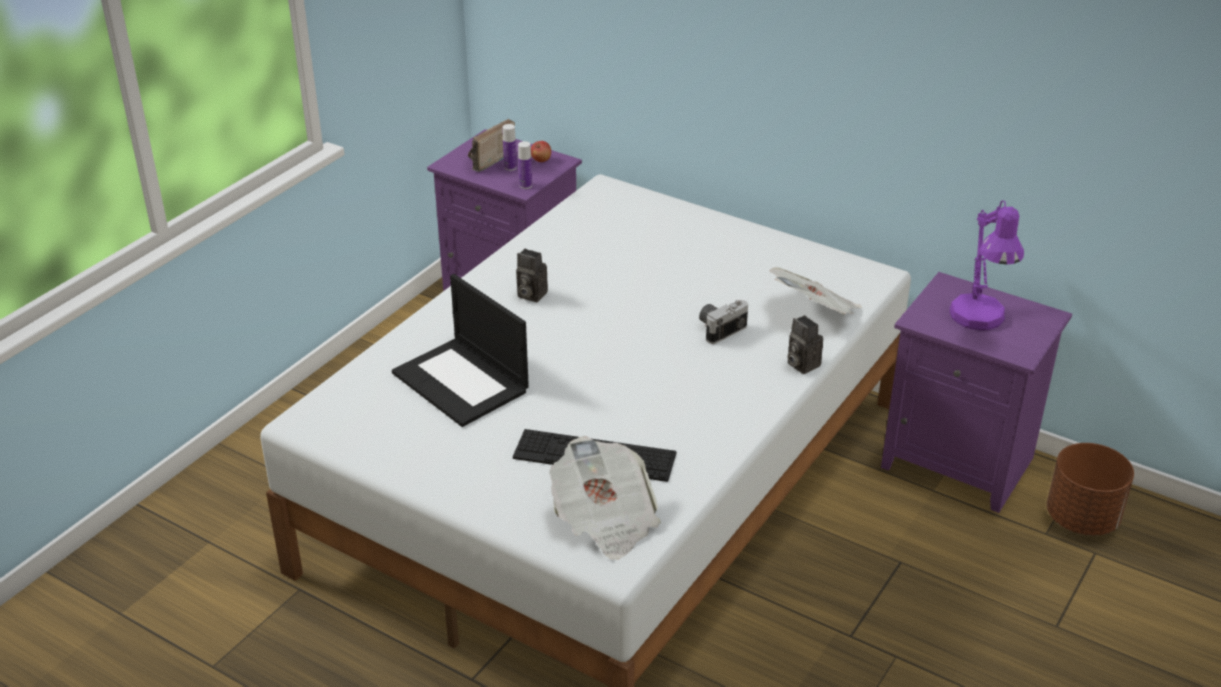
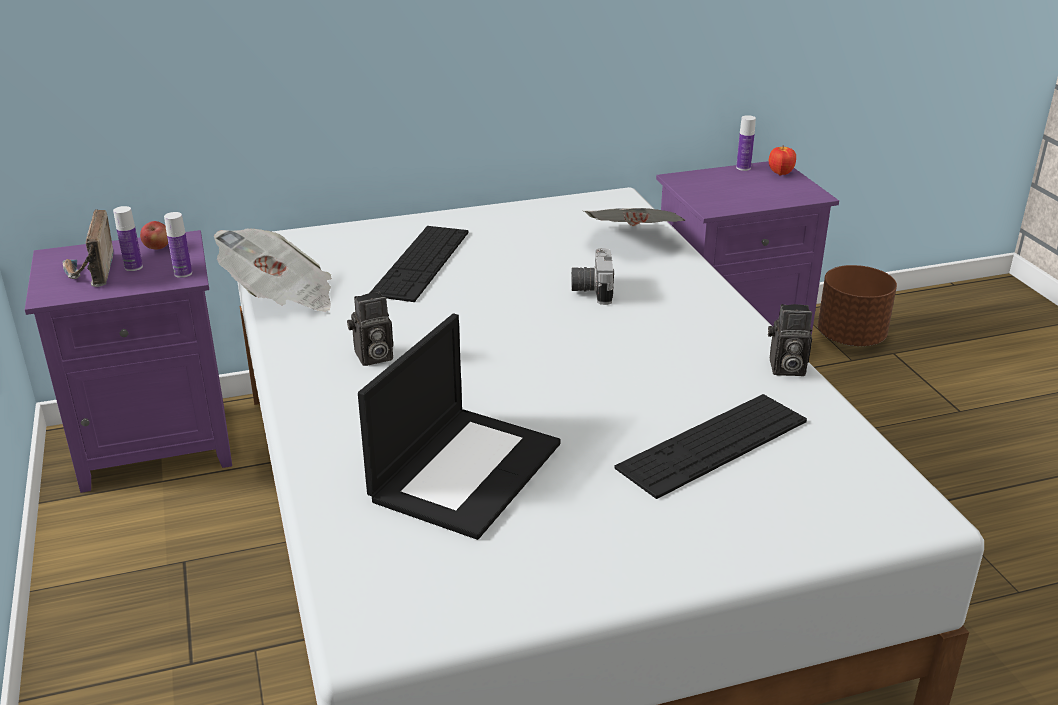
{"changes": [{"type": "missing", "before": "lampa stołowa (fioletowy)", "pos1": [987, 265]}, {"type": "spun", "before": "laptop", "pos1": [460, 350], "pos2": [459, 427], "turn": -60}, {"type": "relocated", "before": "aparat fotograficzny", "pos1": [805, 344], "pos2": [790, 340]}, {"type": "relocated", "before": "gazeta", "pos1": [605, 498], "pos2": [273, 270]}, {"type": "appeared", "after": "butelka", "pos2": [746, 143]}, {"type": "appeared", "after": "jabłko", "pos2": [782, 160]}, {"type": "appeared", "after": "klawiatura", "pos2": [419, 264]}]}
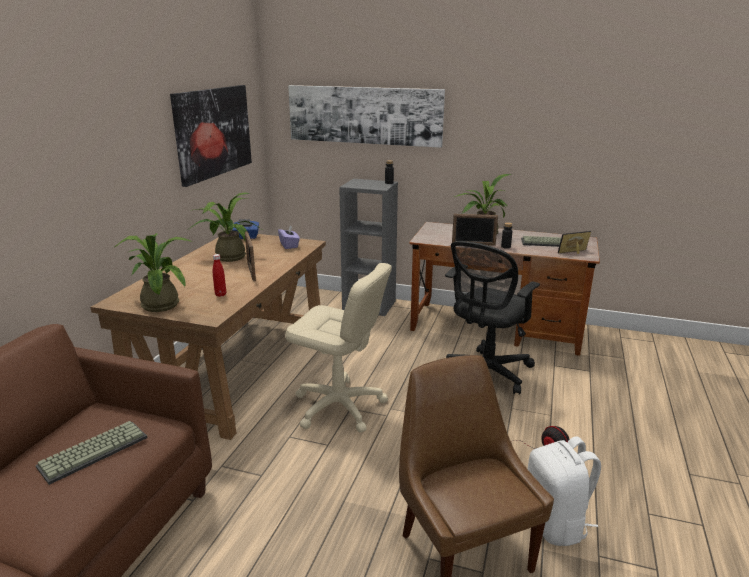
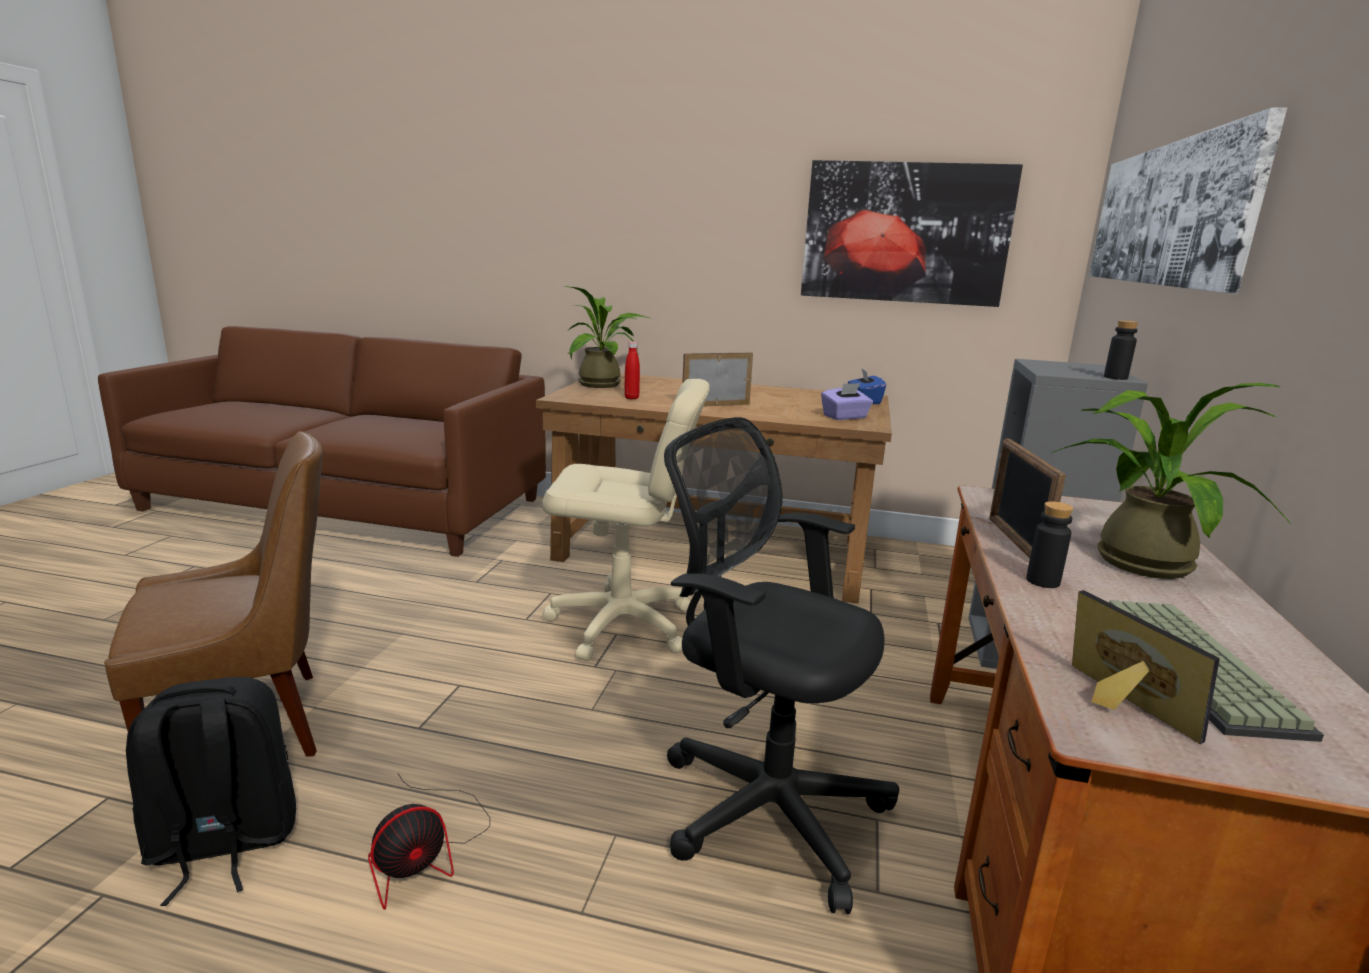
{"changes": [{"type": "missing", "before": "roślina doniczkowa", "pos1": [226, 227]}, {"type": "spun", "before": "krzesło biurowe (beżowy)", "pos1": [338, 347], "pos2": [625, 520], "turn": -105}, {"type": "missing", "before": "klawiatura", "pos1": [92, 453]}, {"type": "colour", "before": "plecak (biały)", "after": "plecak (czarny)", "pos1": [564, 491], "pos2": [211, 791]}]}
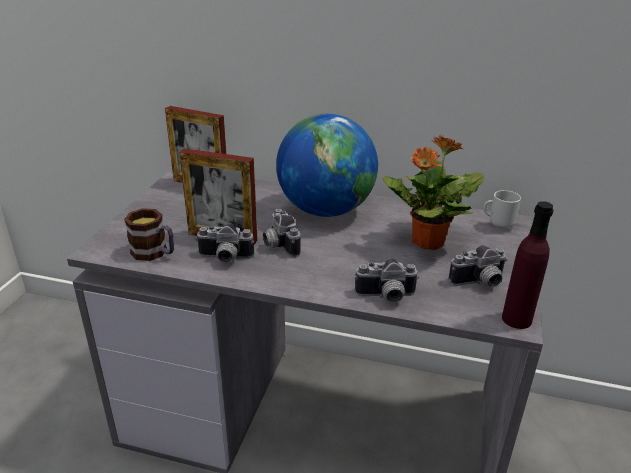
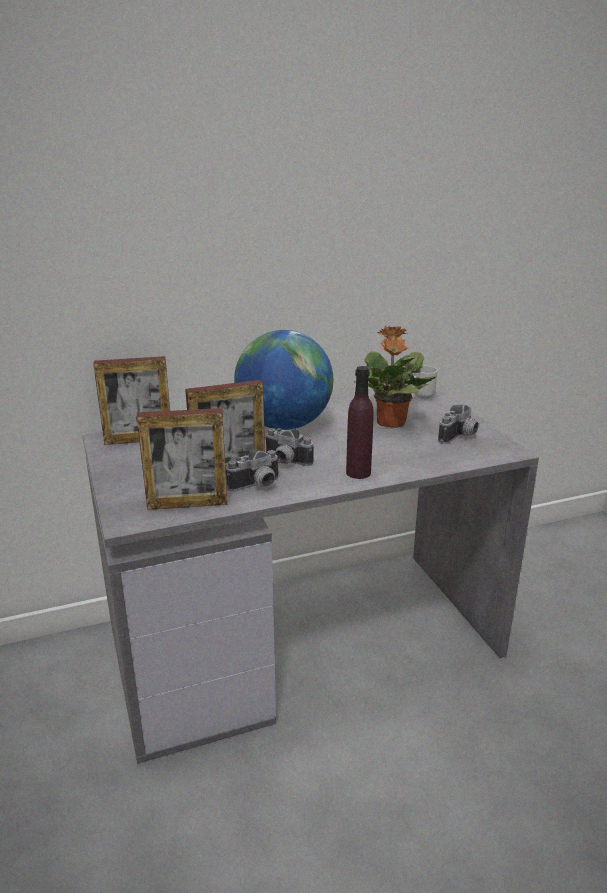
{"changes": [{"type": "relocated", "before": "butelka (fioletowy)", "pos1": [528, 265], "pos2": [360, 422]}, {"type": "exchanged", "before": "kubek", "after": "ramka na zdjęcie", "pos1": [149, 234], "pos2": [182, 459]}, {"type": "missing", "before": "aparat fotograficzny", "pos1": [387, 280]}]}
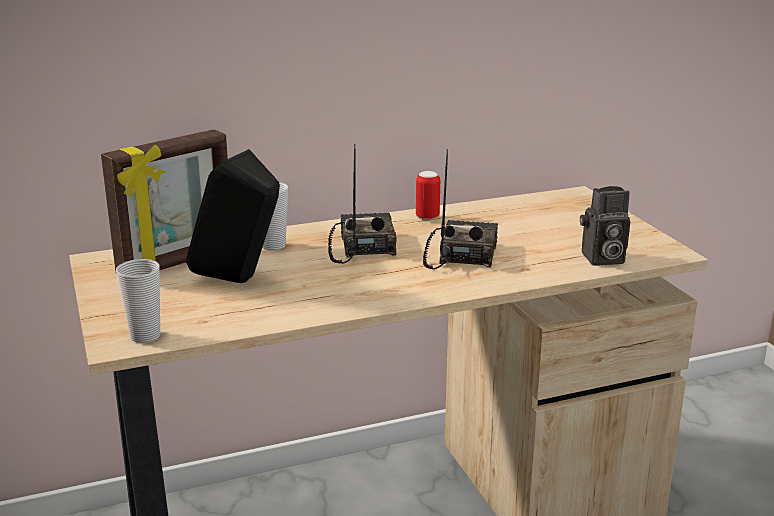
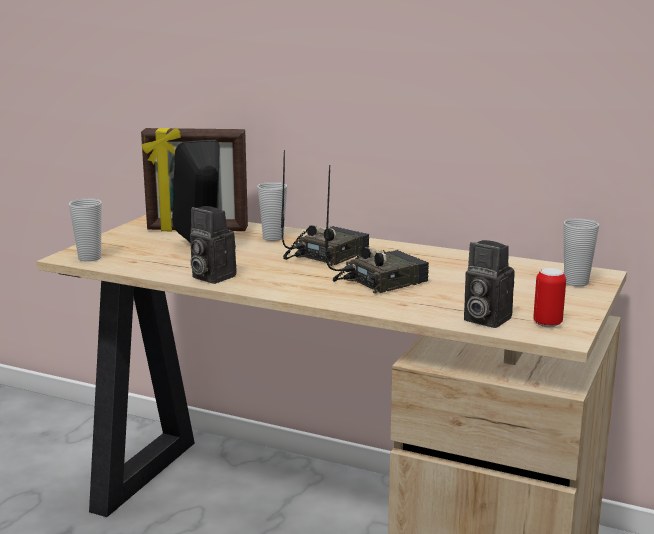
{"changes": [{"type": "relocated", "before": "puszka", "pos1": [428, 196], "pos2": [549, 297]}, {"type": "appeared", "after": "aparat fotograficzny", "pos2": [213, 245]}, {"type": "appeared", "after": "filiżanka", "pos2": [581, 252]}]}
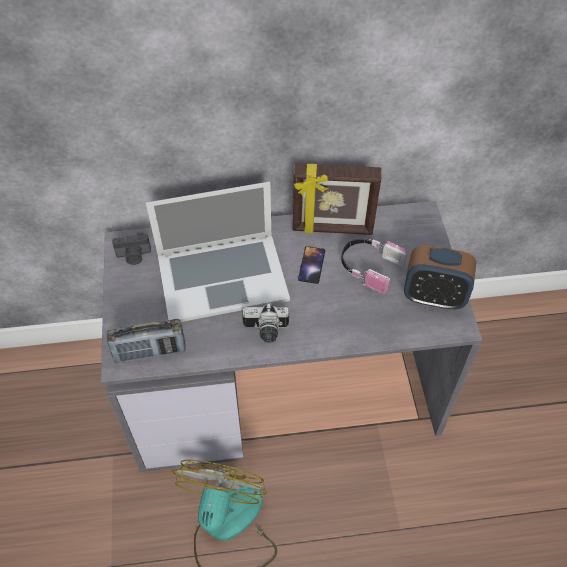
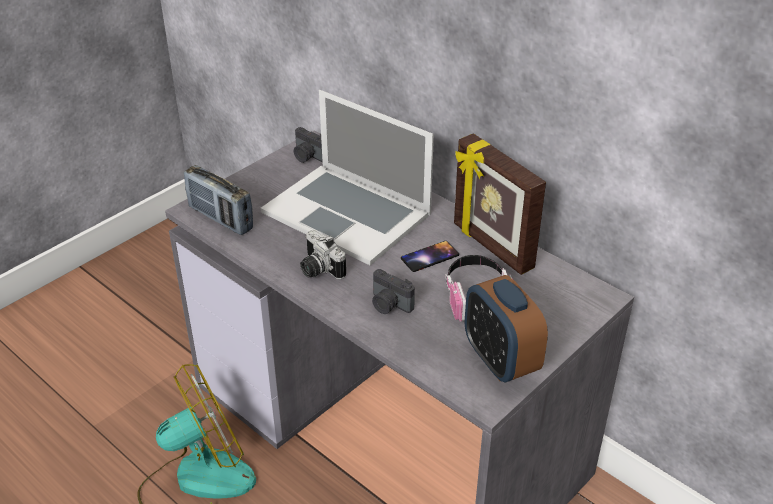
{"changes": [{"type": "appeared", "after": "aparat fotograficzny", "pos2": [393, 291]}]}
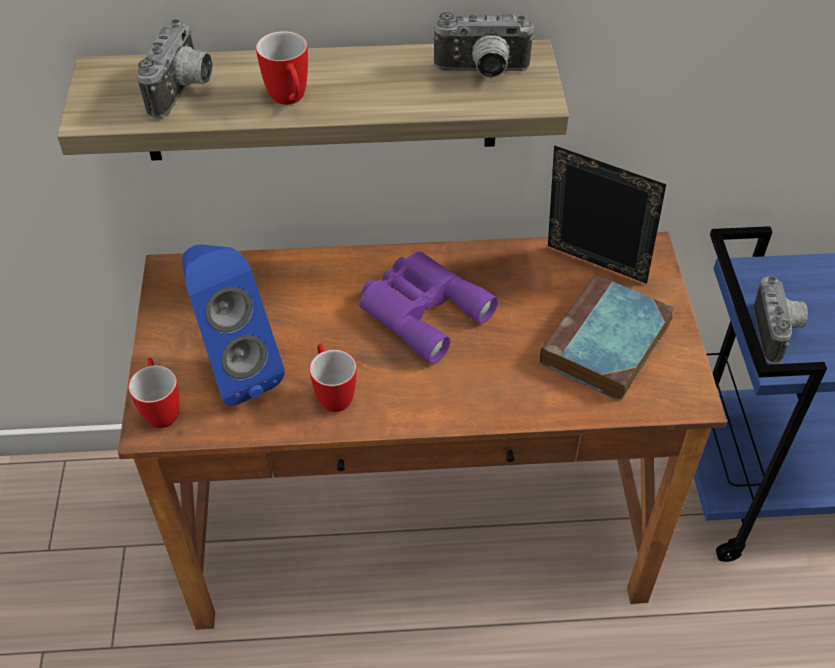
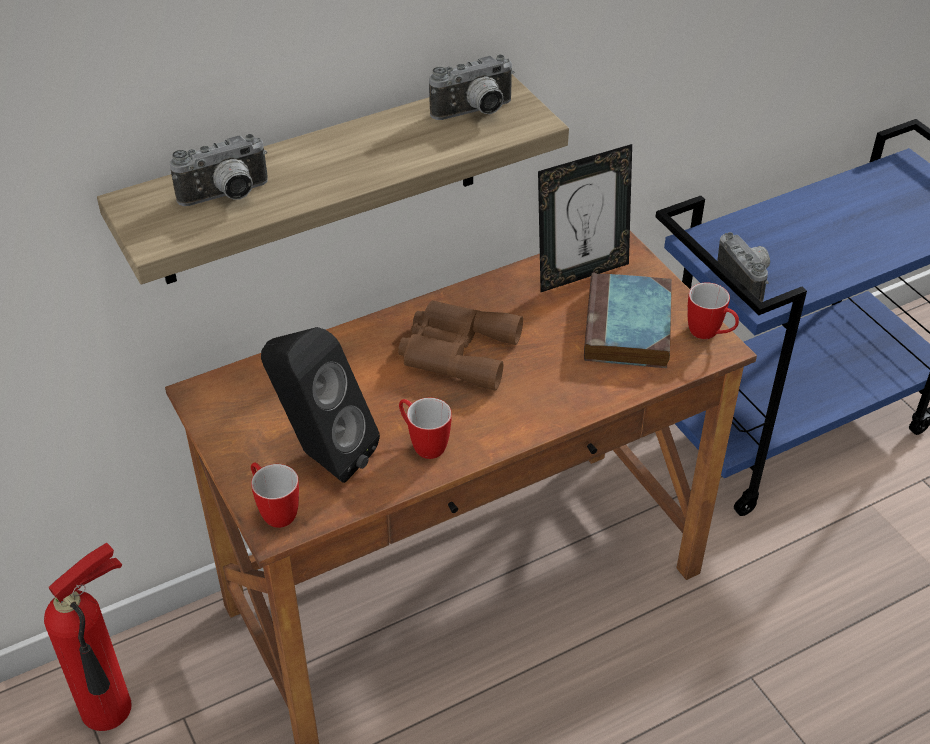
{"changes": [{"type": "spun", "before": "aparat fotograficzny", "pos1": [174, 69], "pos2": [219, 170], "turn": 75}, {"type": "relocated", "before": "kubek", "pos1": [282, 68], "pos2": [713, 311]}, {"type": "spun", "before": "ramka na zdjęcie", "pos1": [607, 214], "pos2": [585, 218], "turn": 150}, {"type": "colour", "before": "głośnik (niebieski)", "after": "głośnik (czarny)", "pos1": [233, 325], "pos2": [320, 405]}, {"type": "colour", "before": "lornetka (fioletowy)", "after": "lornetka (brązowy)", "pos1": [428, 308], "pos2": [460, 345]}, {"type": "appeared", "after": "gaśnica", "pos2": [88, 637]}]}
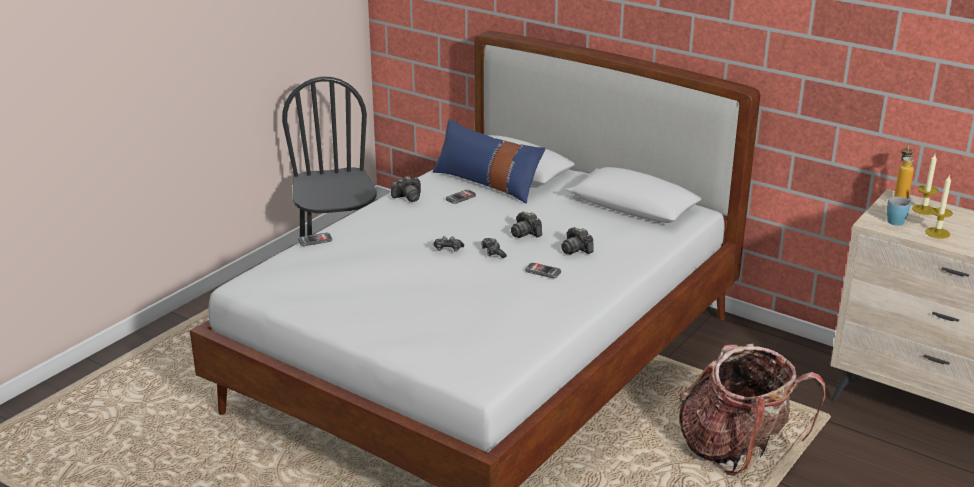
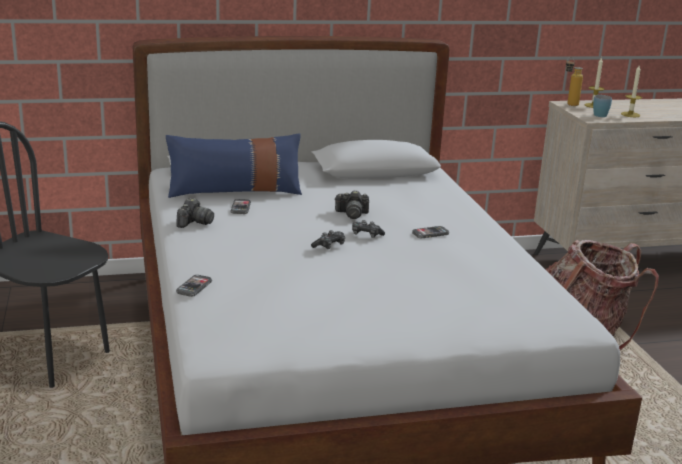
{"changes": [{"type": "missing", "before": "aparat fotograficzny", "pos1": [577, 241]}]}
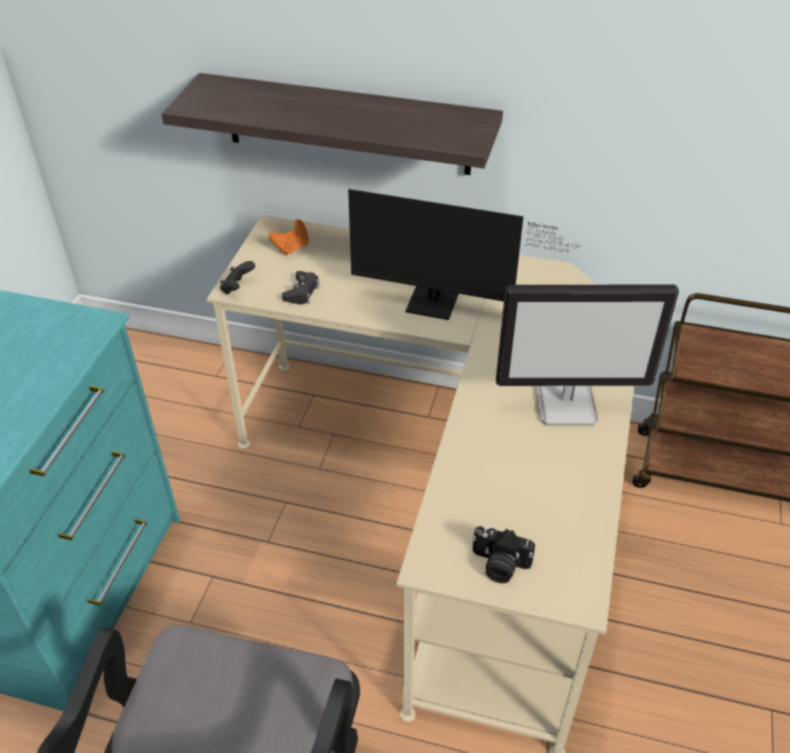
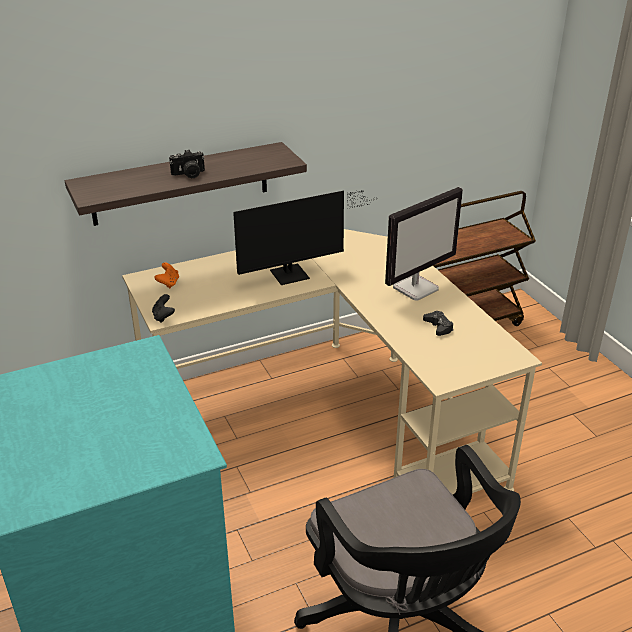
{"changes": [{"type": "relocated", "before": "pad do gier (czarny)", "pos1": [301, 287], "pos2": [438, 323]}, {"type": "relocated", "before": "aparat fotograficzny", "pos1": [503, 554], "pos2": [187, 163]}]}
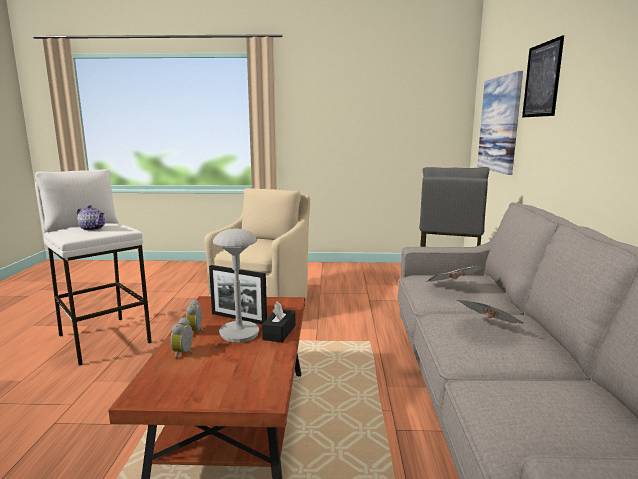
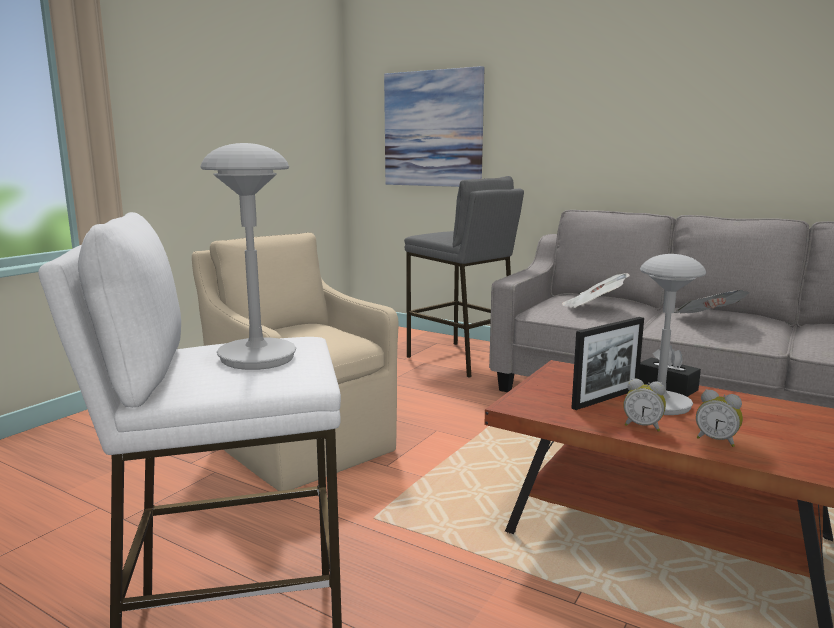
{"changes": [{"type": "missing", "before": "obraz", "pos1": [543, 76]}, {"type": "exchanged", "before": "imbryk", "after": "lampa stołowa (szary)", "pos1": [91, 218], "pos2": [248, 256]}]}
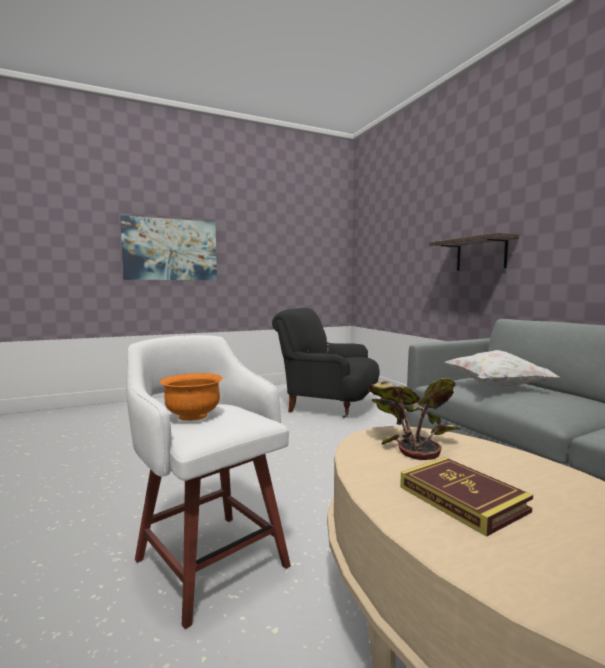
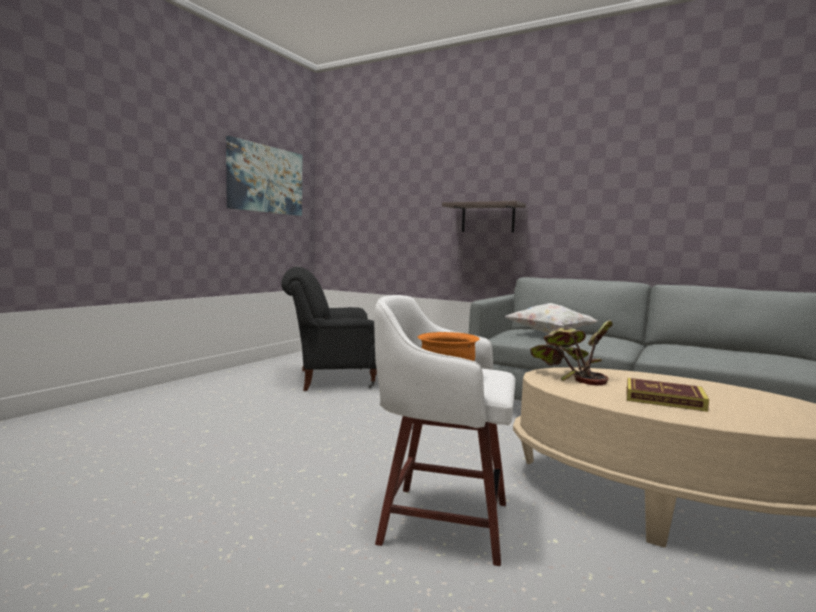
{"changes": [{"type": "relocated", "before": "obraz", "pos1": [168, 247], "pos2": [264, 176]}]}
